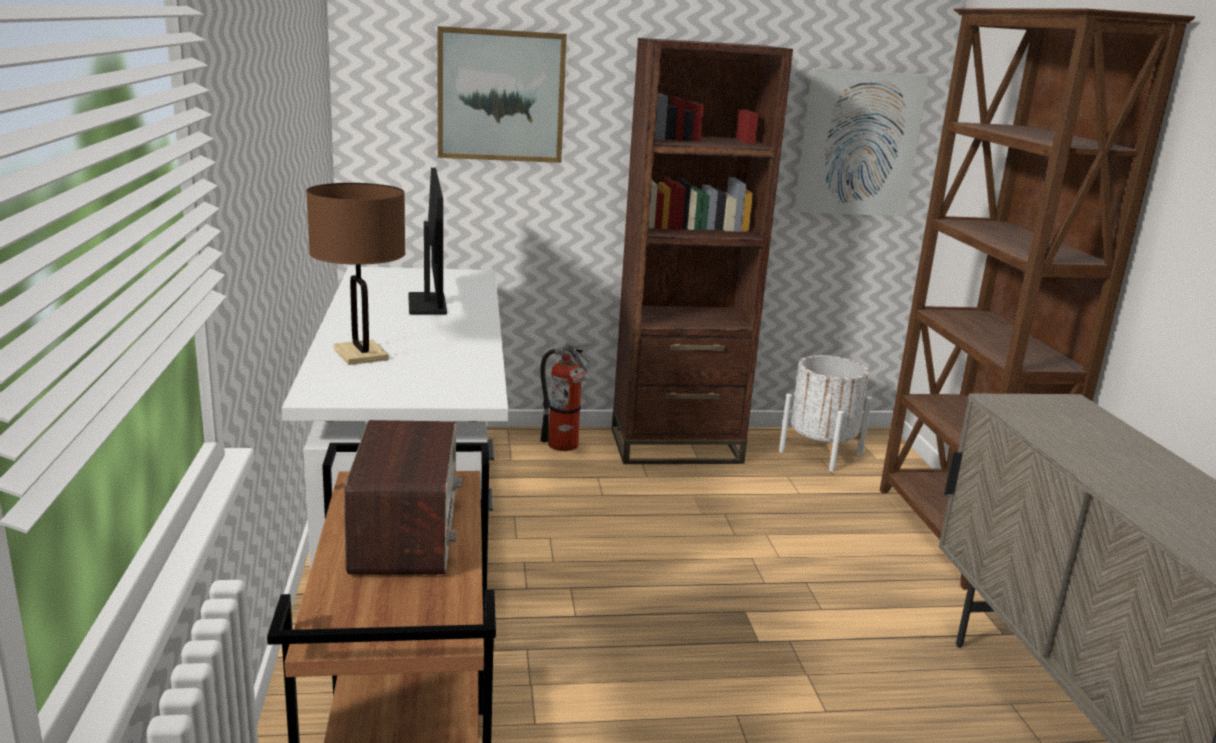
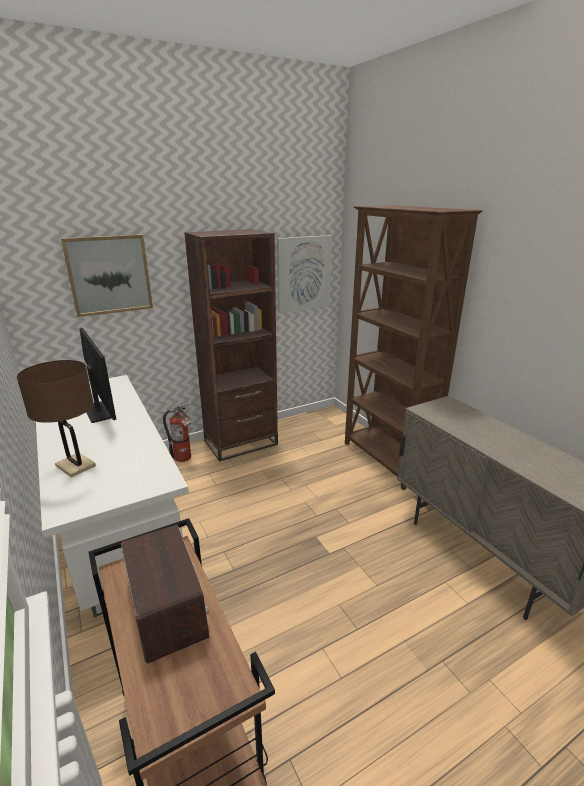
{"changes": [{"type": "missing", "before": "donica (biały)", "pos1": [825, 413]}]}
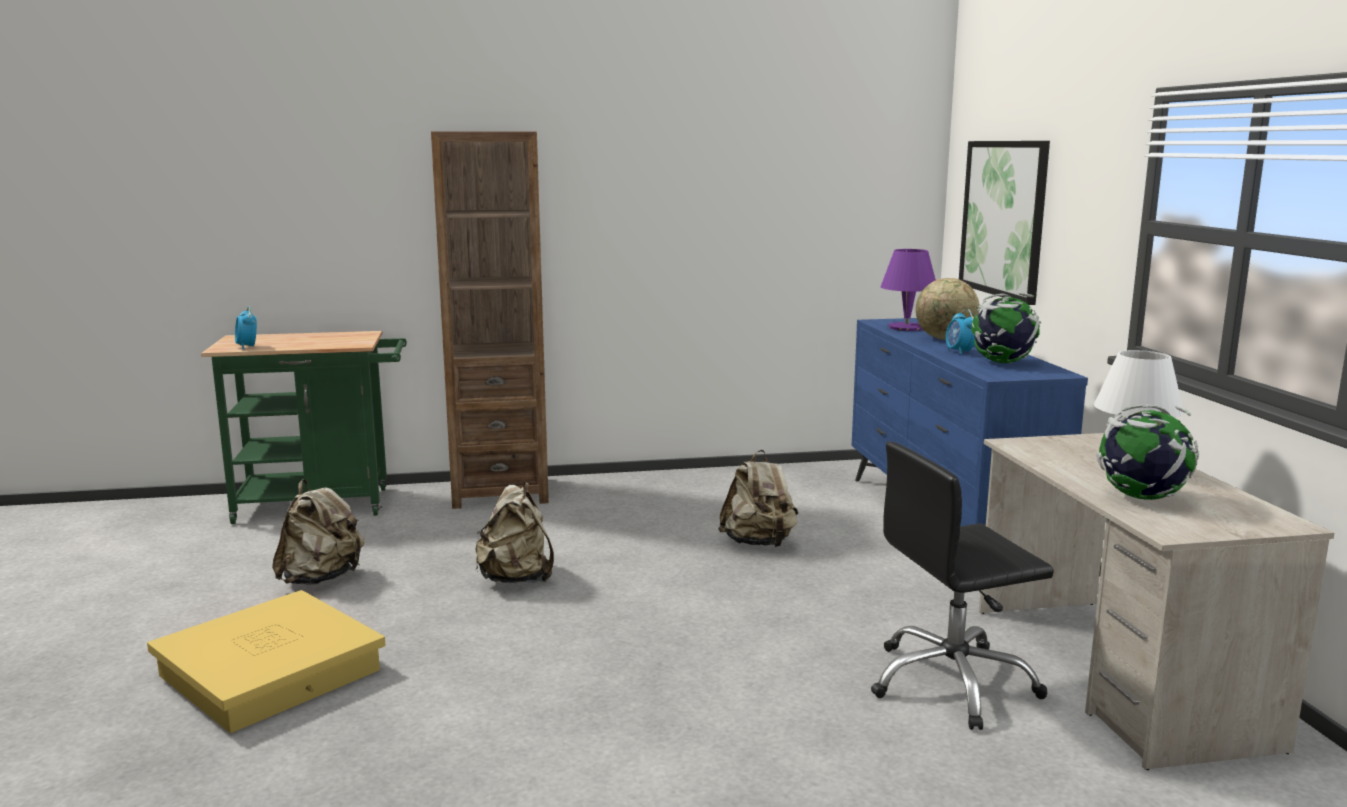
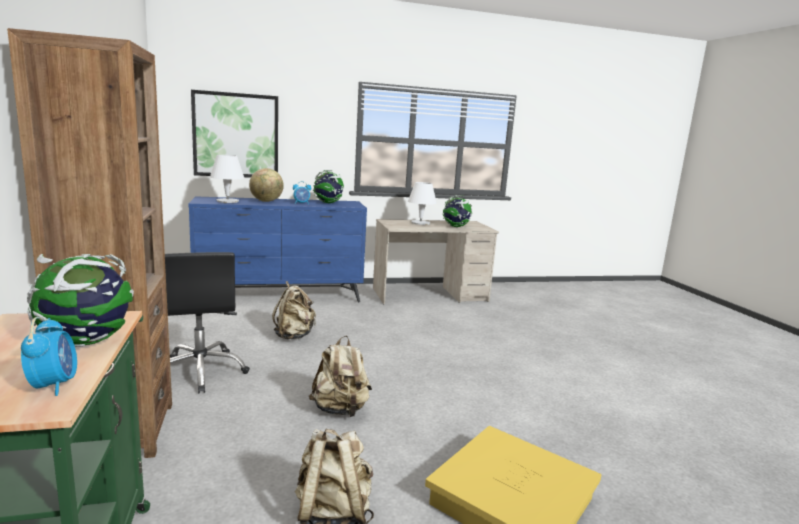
{"changes": [{"type": "colour", "before": "lampa stołowa (fioletowy)", "after": "lampa stołowa (biały)", "pos1": [908, 290], "pos2": [227, 179]}, {"type": "spun", "before": "budzik", "pos1": [246, 328], "pos2": [49, 356], "turn": -75}, {"type": "relocated", "before": "krzesło biurowe (czarny)", "pos1": [962, 585], "pos2": [207, 322]}, {"type": "appeared", "after": "globus", "pos2": [80, 300]}]}
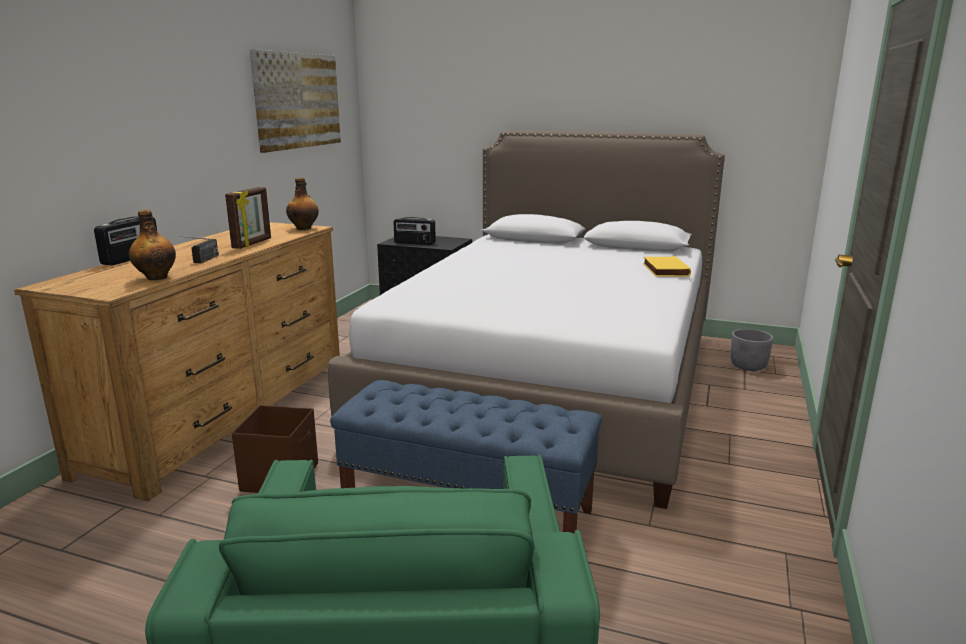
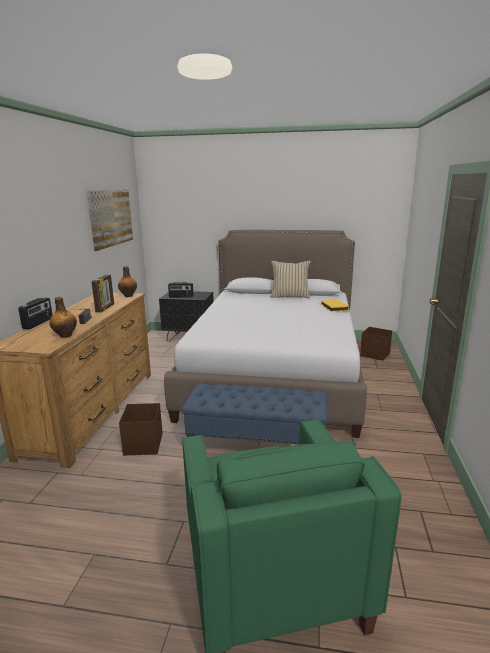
{"changes": [{"type": "exchanged", "before": "donica (szary)", "after": "pojemnik do przechowywania (brązowy)", "pos1": [752, 350], "pos2": [376, 344]}, {"type": "appeared", "after": "poduszka (beżowy)", "pos2": [290, 280]}]}
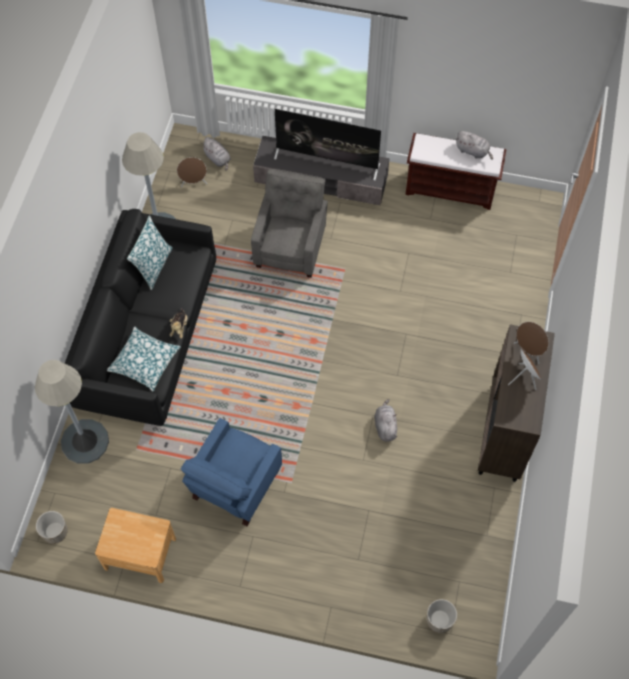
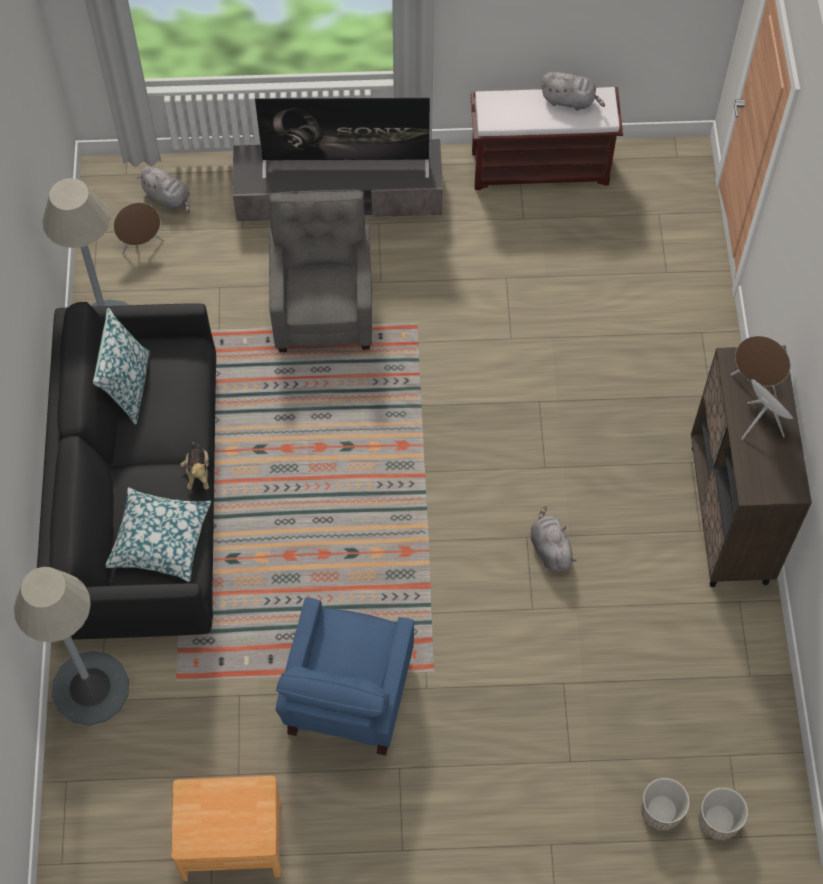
{"changes": [{"type": "relocated", "before": "donica", "pos1": [52, 527], "pos2": [665, 804]}]}
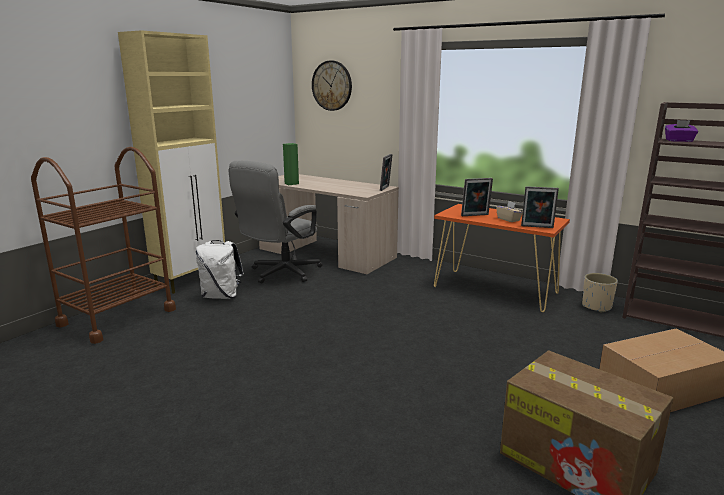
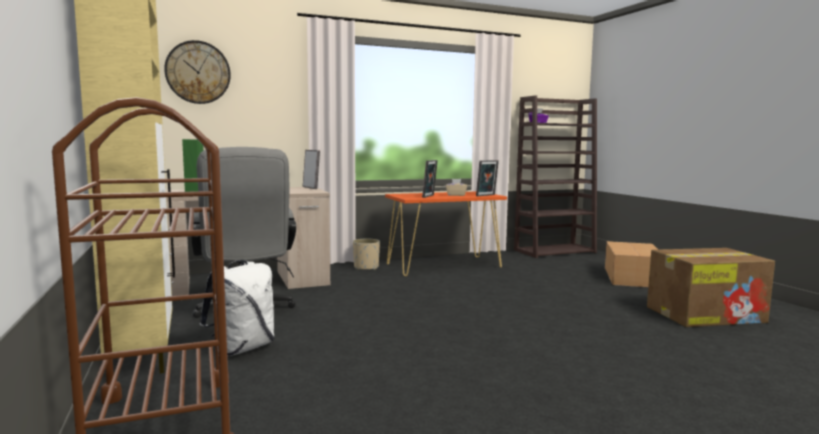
{"changes": [{"type": "relocated", "before": "donica (beżowy)", "pos1": [600, 293], "pos2": [366, 254]}]}
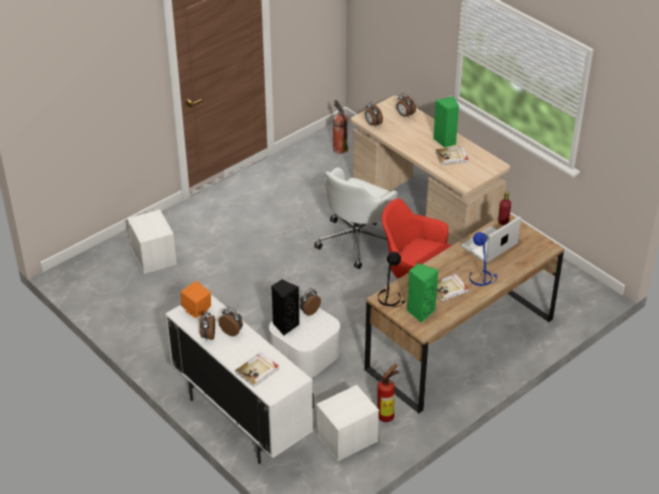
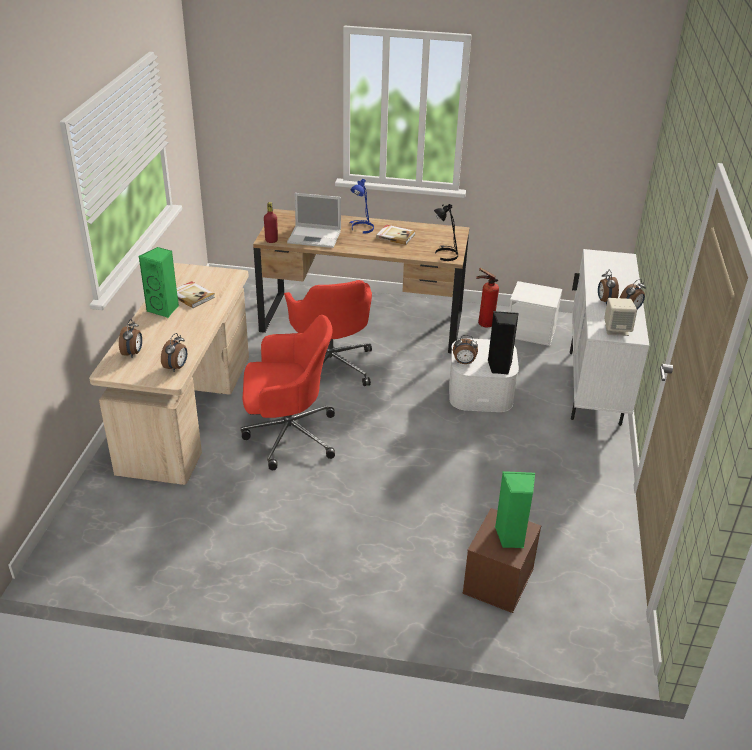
{"changes": [{"type": "missing", "before": "gaśnica", "pos1": [340, 127]}, {"type": "colour", "before": "krzesło biurowe (biały)", "after": "krzesło biurowe (czerwony)", "pos1": [356, 218], "pos2": [288, 392]}, {"type": "colour", "before": "pojemnik do przechowywania (biały)", "after": "pojemnik do przechowywania (brązowy)", "pos1": [152, 242], "pos2": [501, 560]}, {"type": "relocated", "before": "głośnik (zielony)", "pos1": [422, 293], "pos2": [515, 509]}, {"type": "colour", "before": "głośnik (pomarańczowy)", "after": "głośnik (beżowy)", "pos1": [196, 299], "pos2": [620, 317]}, {"type": "missing", "before": "książka", "pos1": [257, 369]}]}
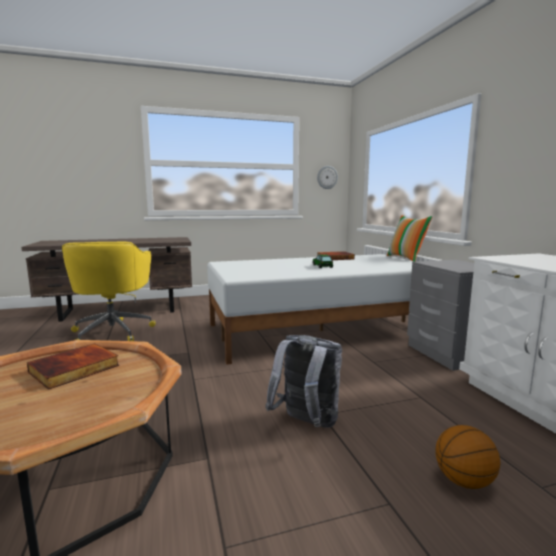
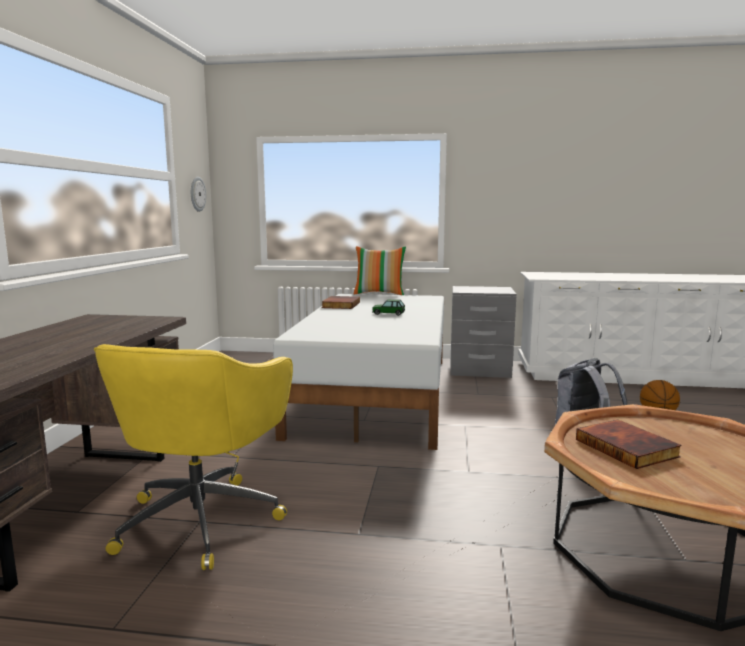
{"changes": [{"type": "spun", "before": "krzesło biurowe (żółty)", "pos1": [109, 291], "pos2": [193, 457], "turn": 90}]}
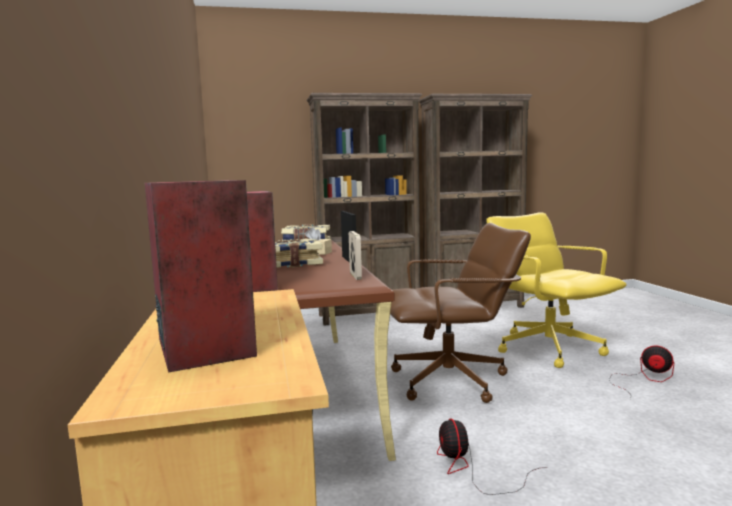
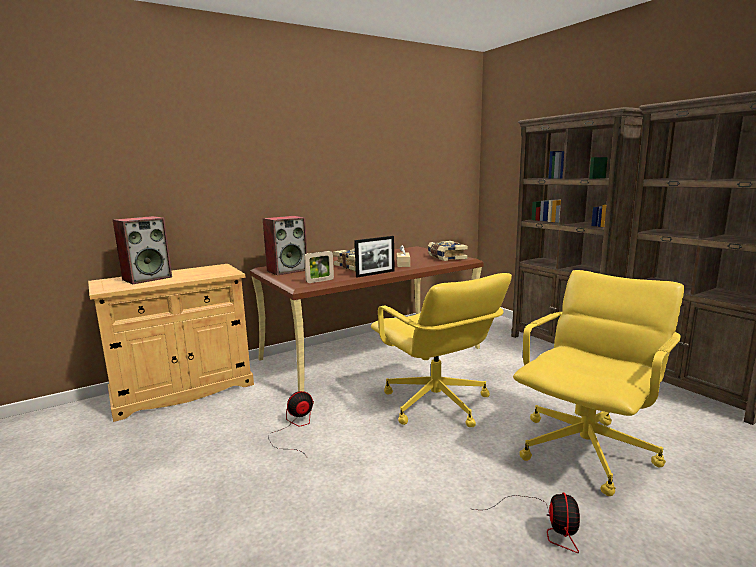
{"changes": [{"type": "colour", "before": "krzesło biurowe (brązowy)", "after": "krzesło biurowe (żółty)", "pos1": [460, 313], "pos2": [441, 350]}]}
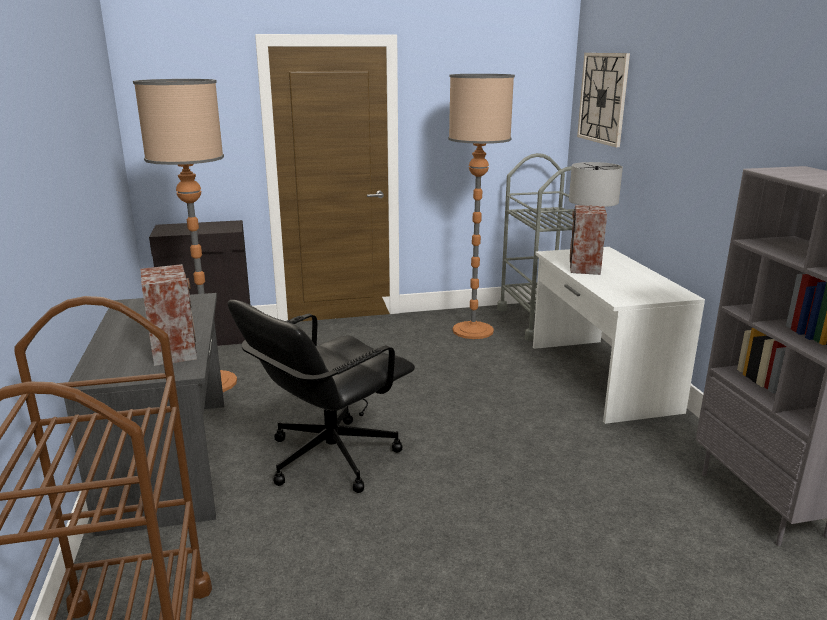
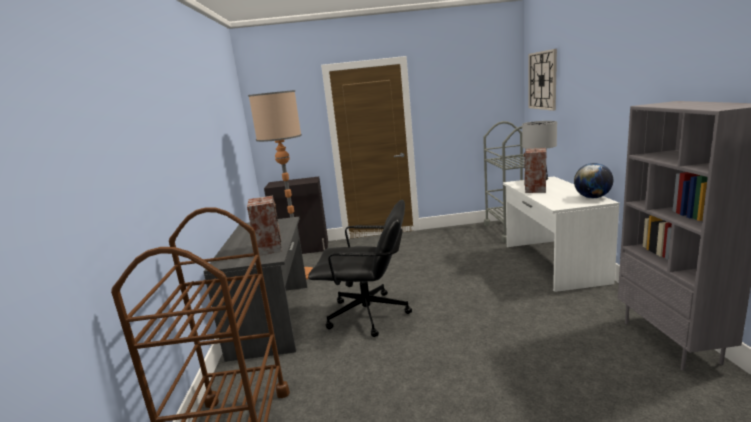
{"changes": [{"type": "missing", "before": "lampa stojąca", "pos1": [481, 206]}, {"type": "spun", "before": "krzesło biurowe (czarny)", "pos1": [321, 396], "pos2": [360, 268], "turn": -135}, {"type": "appeared", "after": "globus", "pos2": [593, 180]}]}
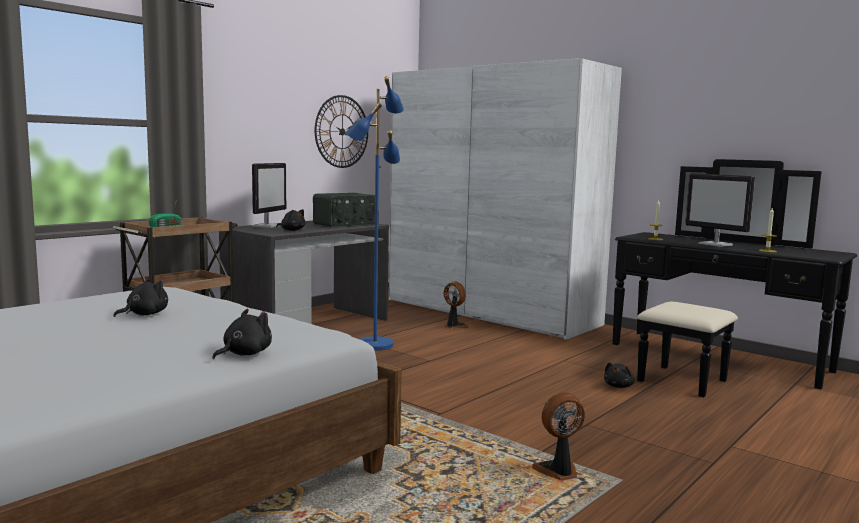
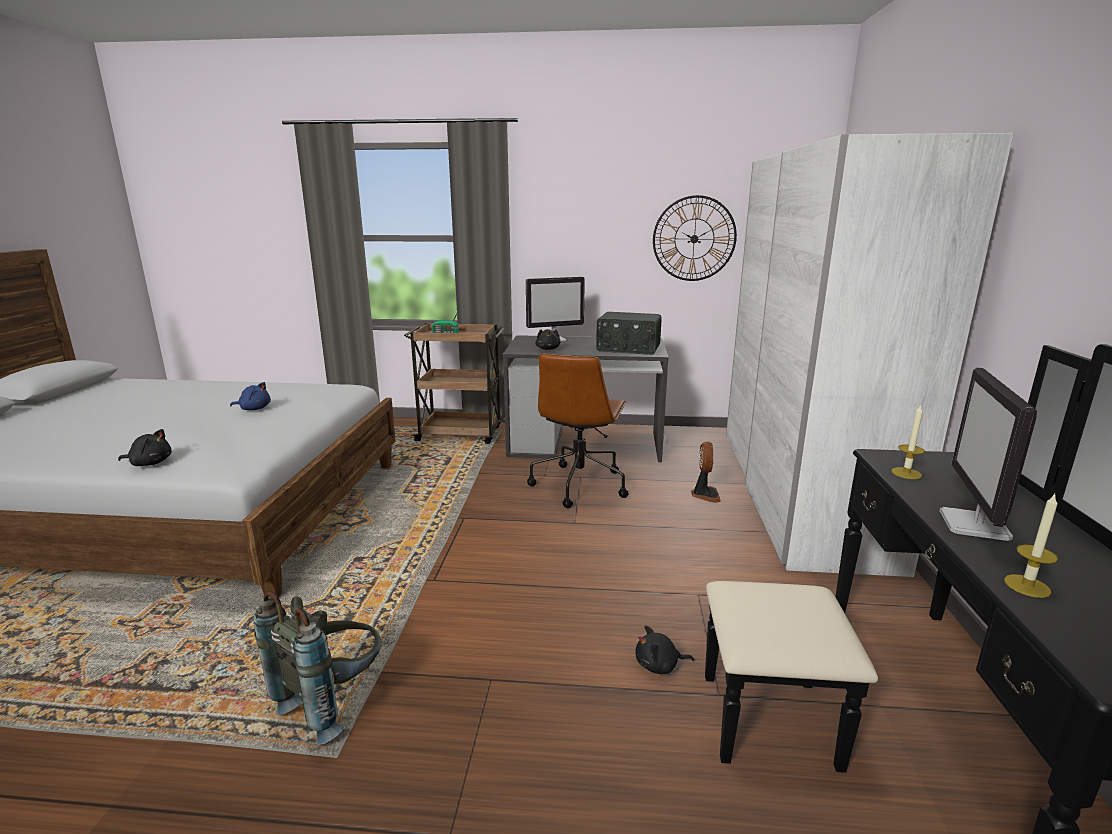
{"changes": [{"type": "exchanged", "before": "lampa stojąca (niebieski)", "after": "krzesło biurowe (brązowy)", "pos1": [375, 213], "pos2": [577, 430]}, {"type": "colour", "before": "pluszak (czarny)", "after": "pluszak (niebieski)", "pos1": [141, 297], "pos2": [250, 396]}, {"type": "exchanged", "before": "wentylator", "after": "plecak (szary)", "pos1": [558, 436], "pos2": [317, 668]}]}
